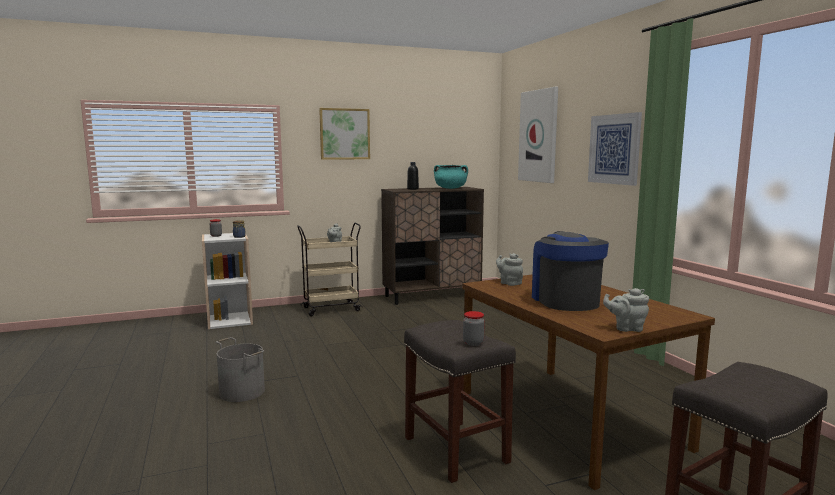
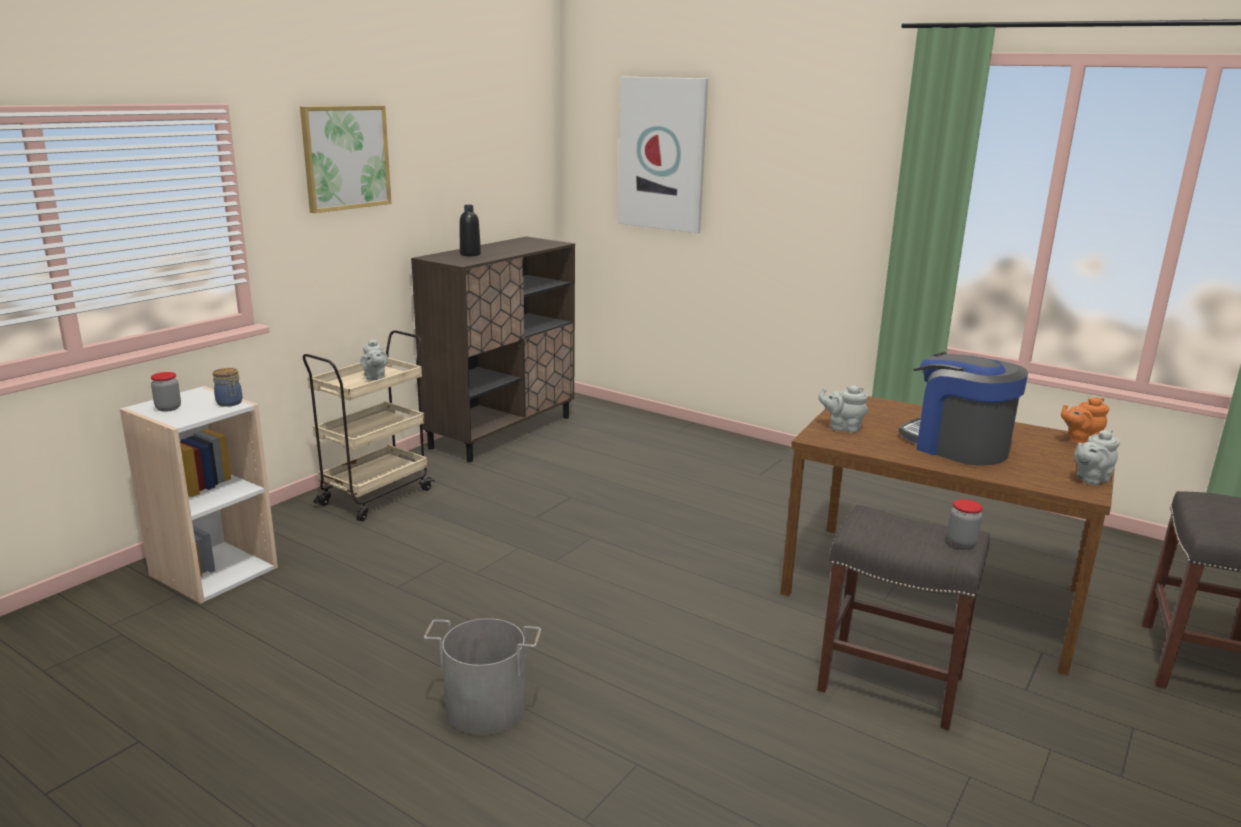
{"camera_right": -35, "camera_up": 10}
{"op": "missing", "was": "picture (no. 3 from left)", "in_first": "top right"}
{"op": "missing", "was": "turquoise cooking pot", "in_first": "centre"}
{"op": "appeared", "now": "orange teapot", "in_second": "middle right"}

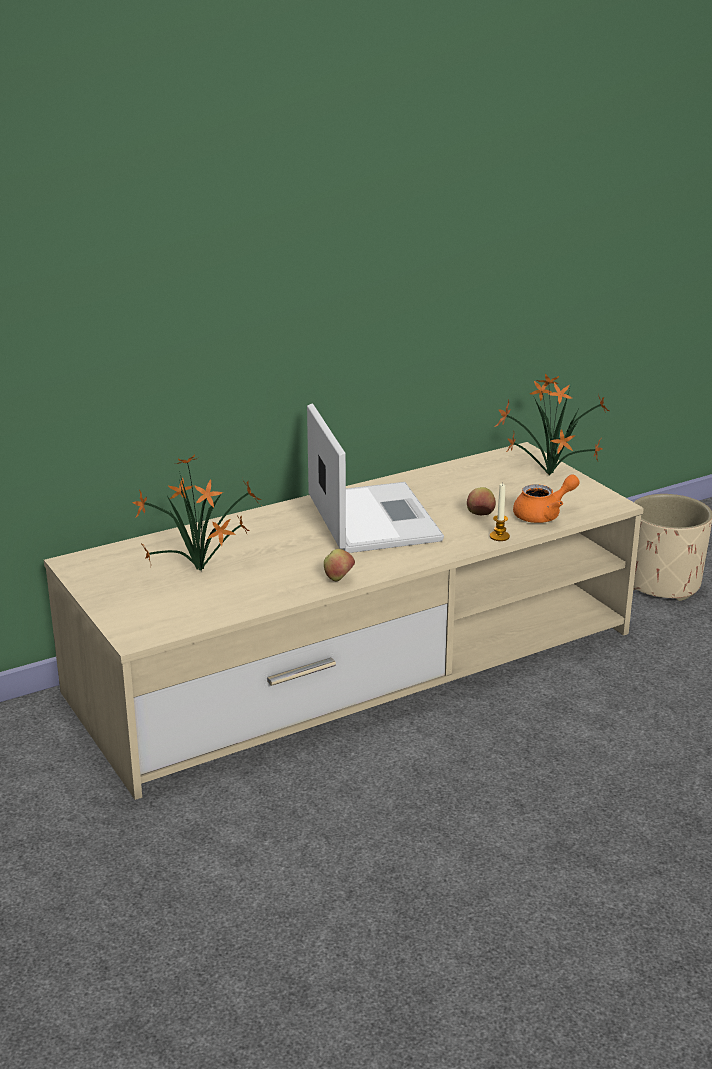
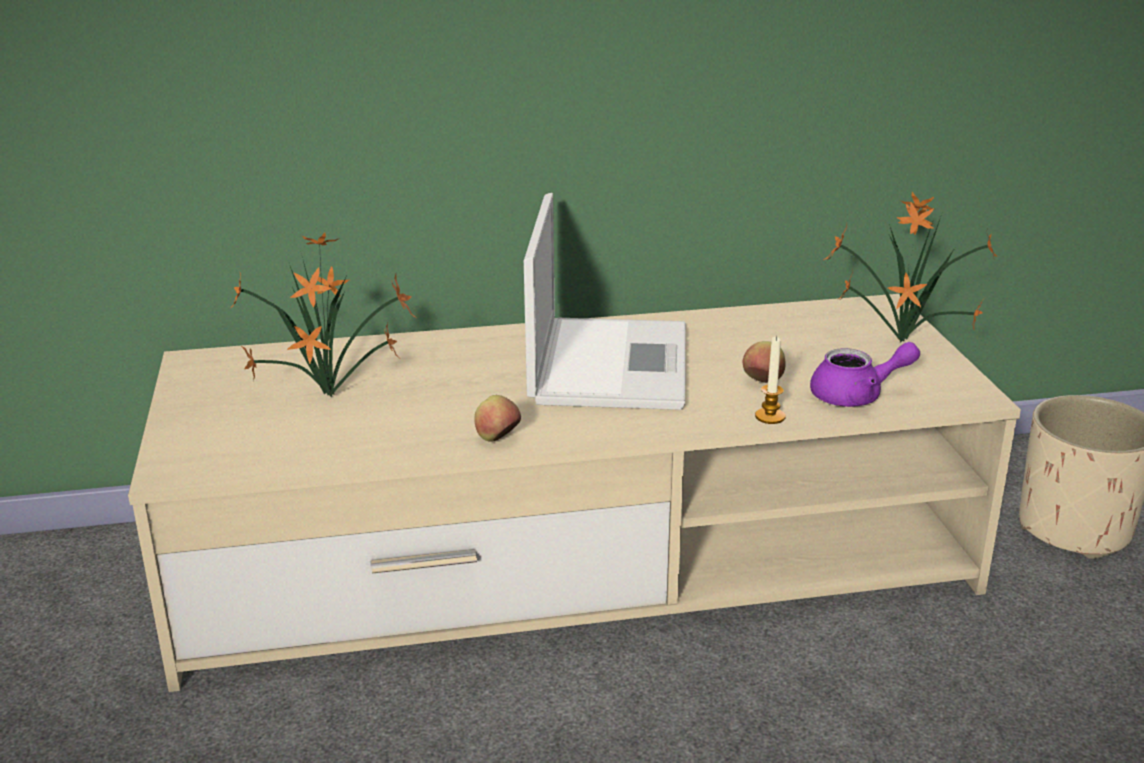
{"camera_right": 20, "camera_up": 0}
{"op": "colour", "was": "orange teapot", "now": "purple teapot", "in_first": "middle right", "in_second": "middle right"}

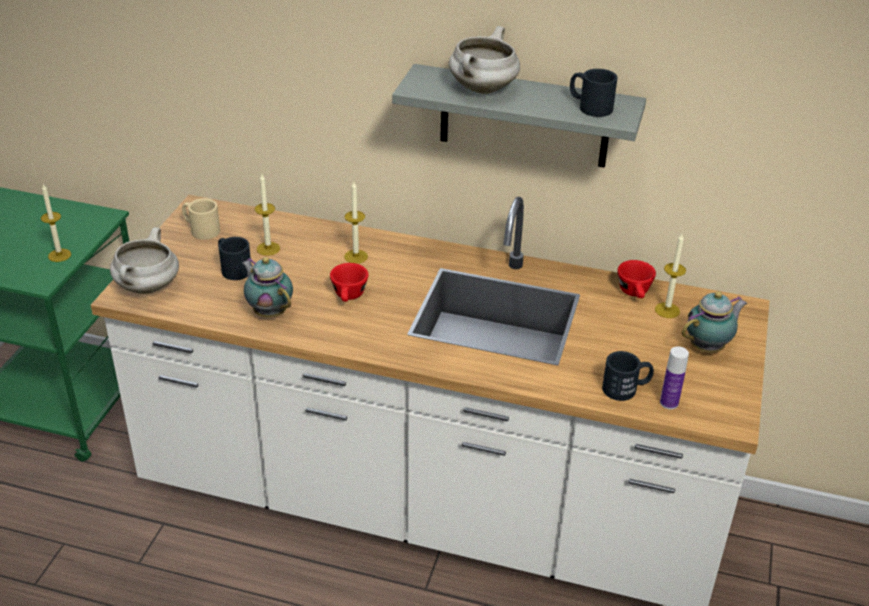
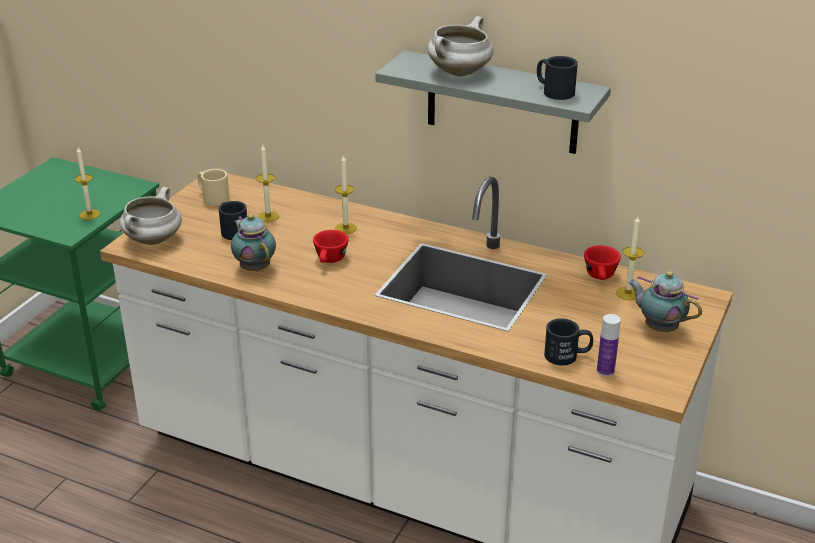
{"camera_right": 10, "camera_up": -5}
{"op": "spun", "was": "teapot (no. 2 from left)", "in_first": "middle right", "in_second": "middle right", "clockwise": -120}

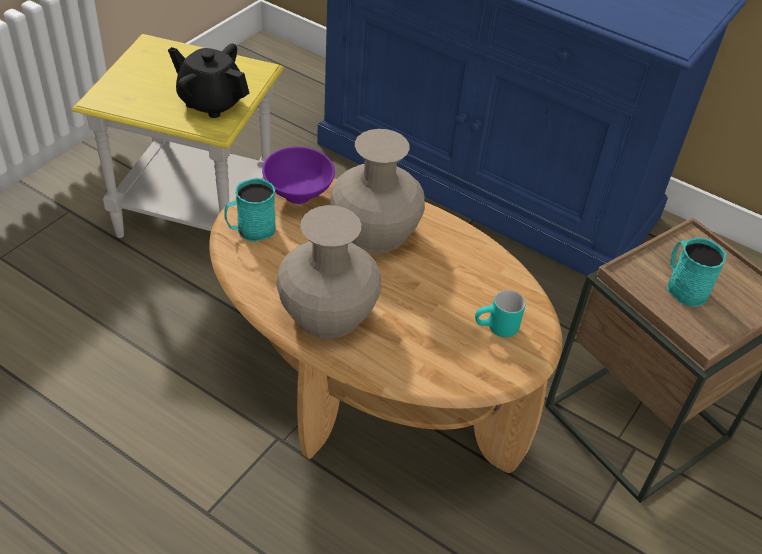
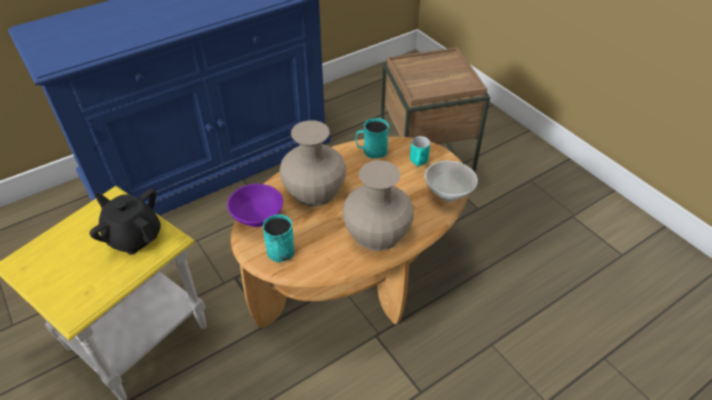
{"camera_right": -65, "camera_up": 0}
{"op": "spun", "was": "black teapot", "in_first": "top left", "in_second": "middle left", "clockwise": 75}
{"op": "relocated", "was": "turquoise mug (no. 3 from left in the first image)", "now": "turquoise mug (no. 2 from left)", "in_first": "middle right", "in_second": "centre"}
{"op": "appeared", "now": "white bowl", "in_second": "centre"}

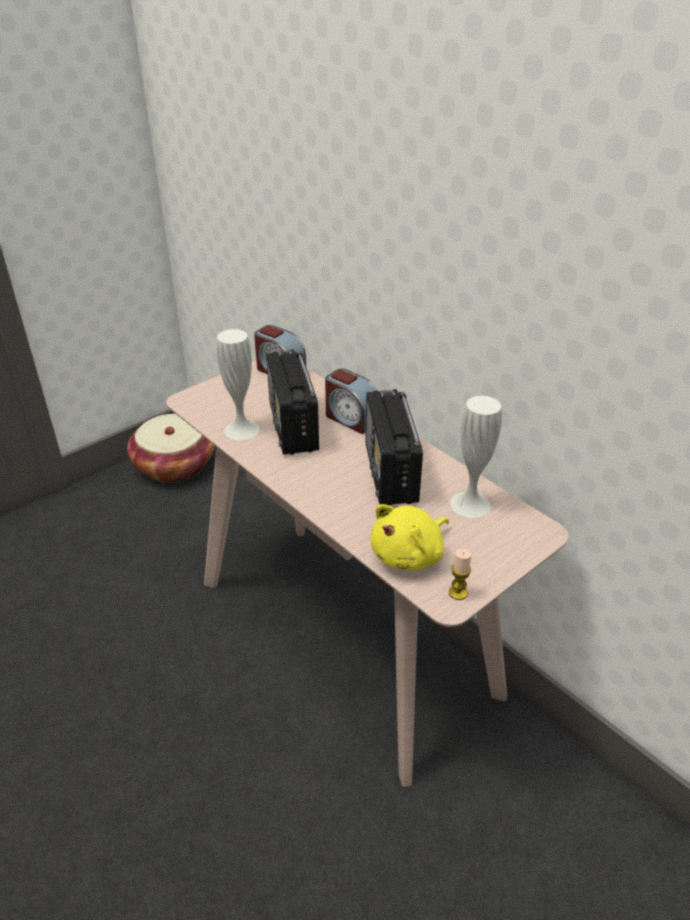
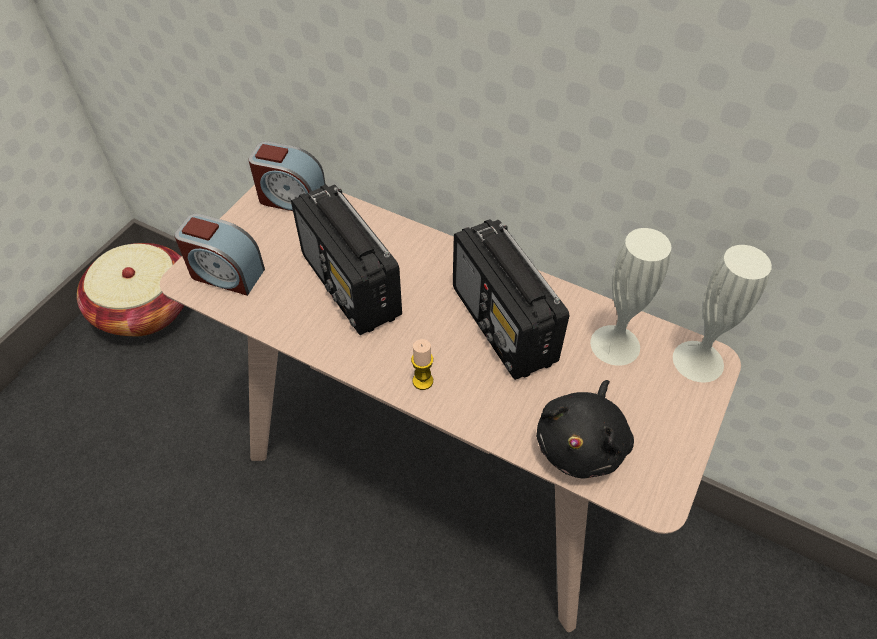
{"camera_right": -20, "camera_up": 15}
{"op": "relocated", "was": "white vase (no. 1 from left in the first image)", "now": "white vase (no. 2 from left)", "in_first": "centre", "in_second": "middle right"}
{"op": "relocated", "was": "alarm clock (no. 2 from left in the first image)", "now": "alarm clock (no. 1 from left)", "in_first": "centre", "in_second": "middle left"}
{"op": "colour", "was": "yellow plush toy", "now": "black plush toy", "in_first": "centre", "in_second": "bottom right"}
{"op": "relocated", "was": "candle", "in_first": "middle right", "in_second": "centre"}

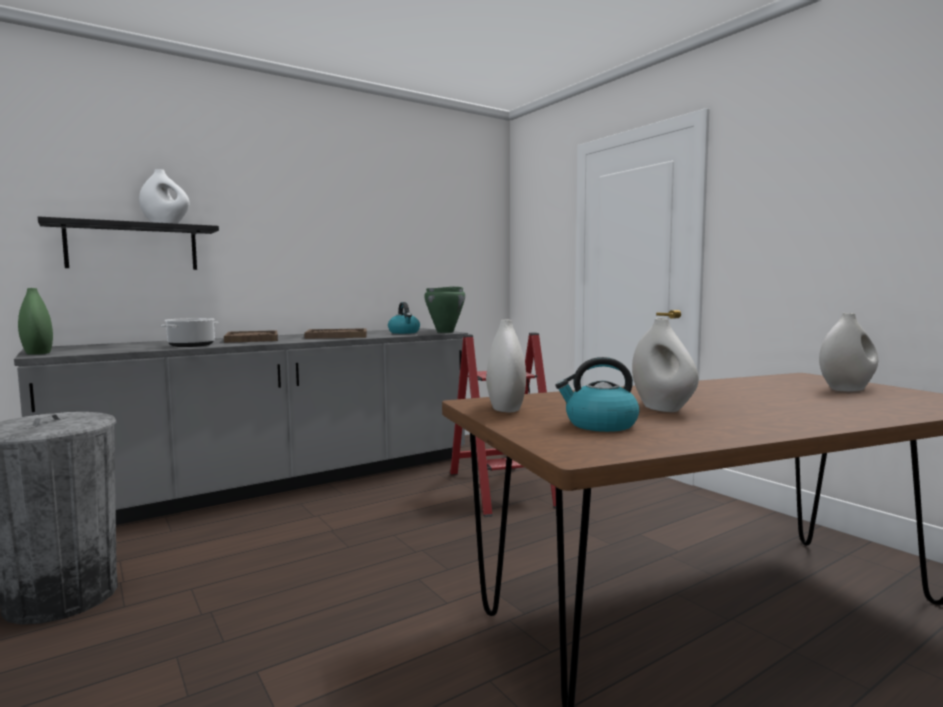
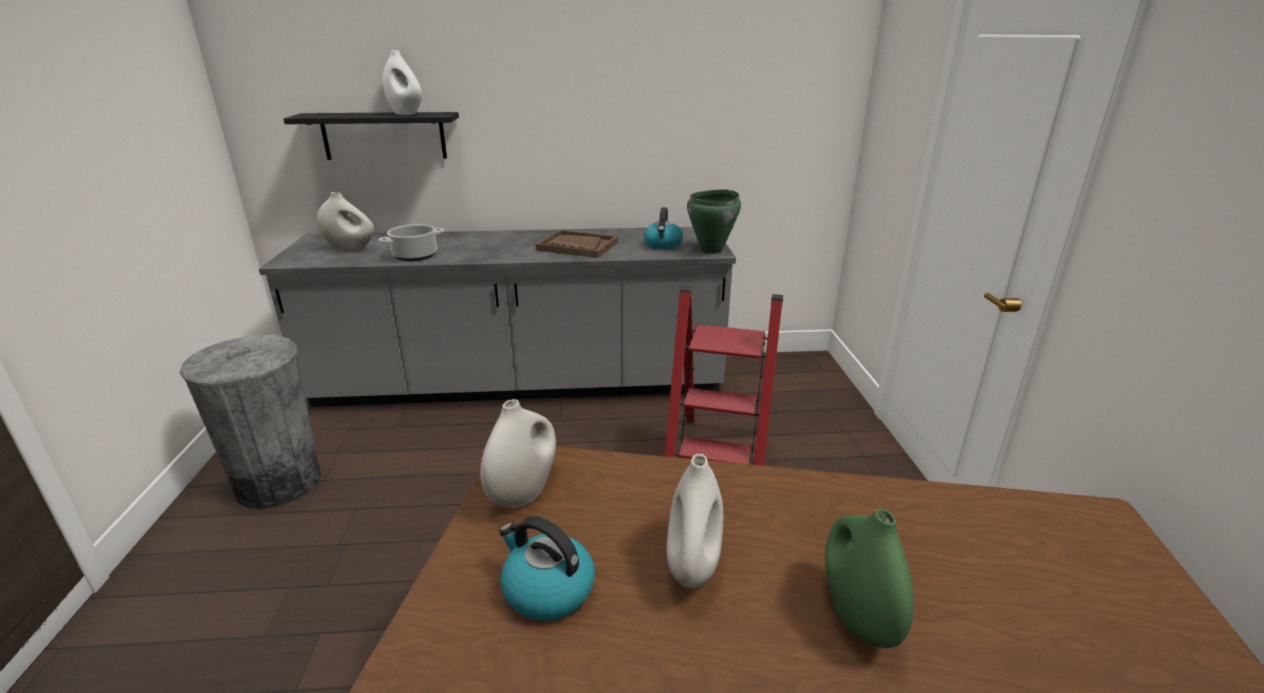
{"camera_right": 30, "camera_up": 20}
{"op": "relocated", "was": "green vase", "in_first": "middle left", "in_second": "bottom right"}
{"op": "relocated", "was": "white vase (no. 4 from left in the first image)", "now": "white vase (no. 1 from left)", "in_first": "middle right", "in_second": "top left"}
{"op": "missing", "was": "brown tray (no. 1 from left)", "in_first": "middle left"}

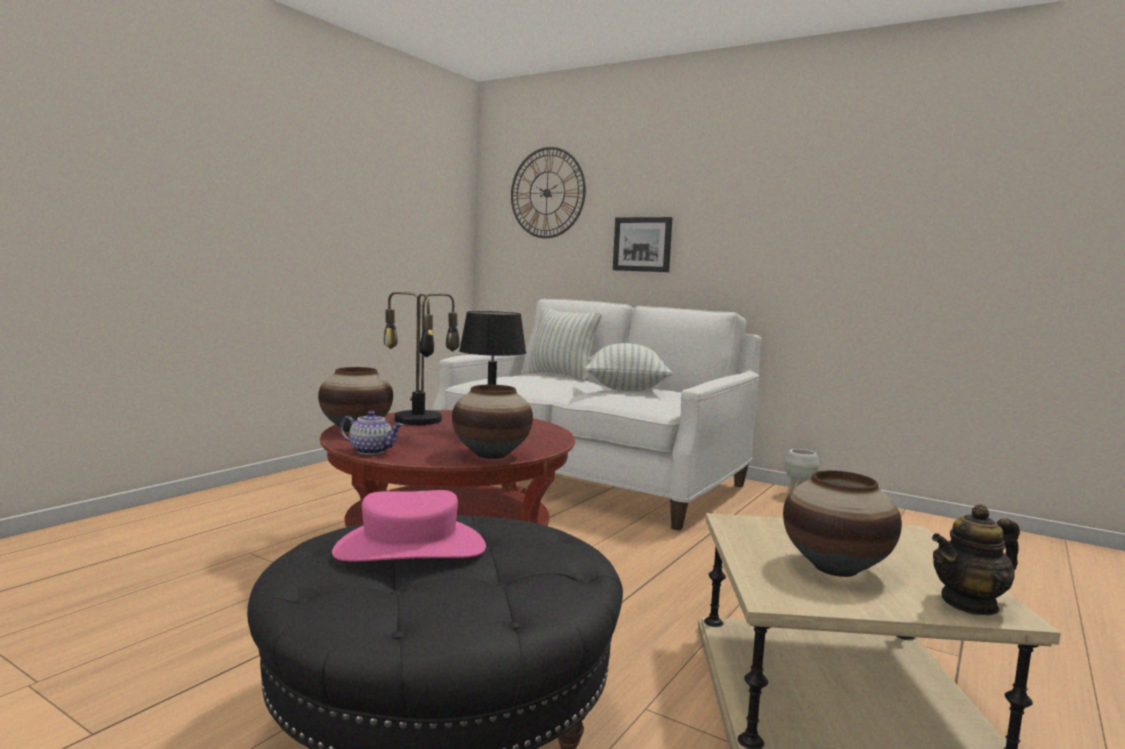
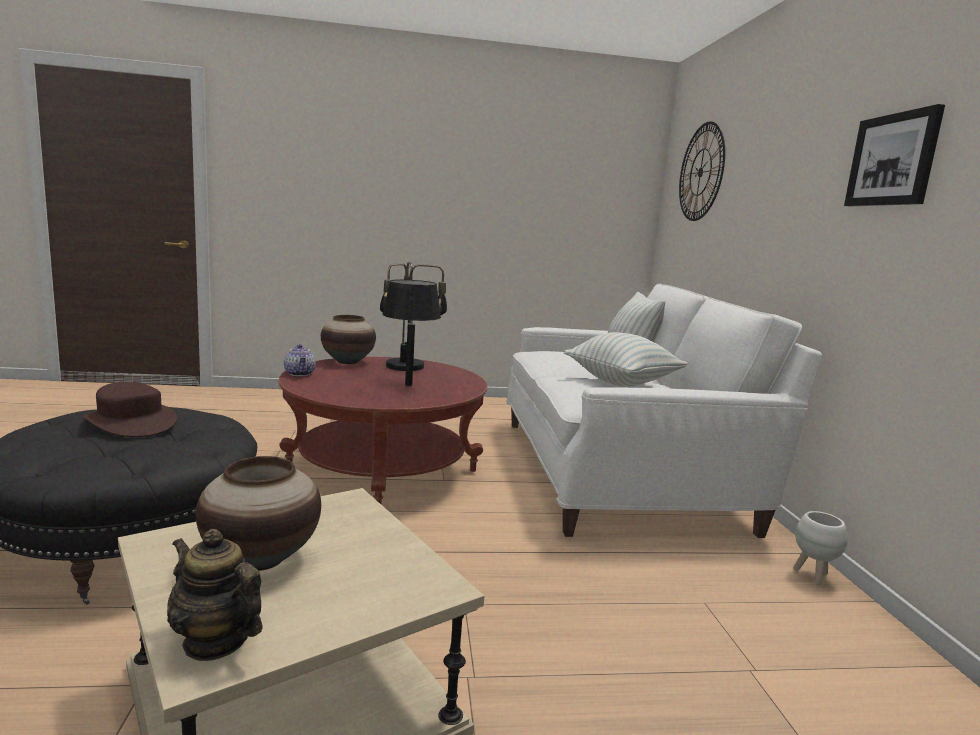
{"camera_right": 50, "camera_up": 5}
{"op": "relocated", "was": "picture", "in_first": "top centre", "in_second": "top right"}
{"op": "missing", "was": "vase (no. 2 from left)", "in_first": "centre"}
{"op": "colour", "was": "pink hat", "now": "brown hat", "in_first": "bottom centre", "in_second": "middle left"}

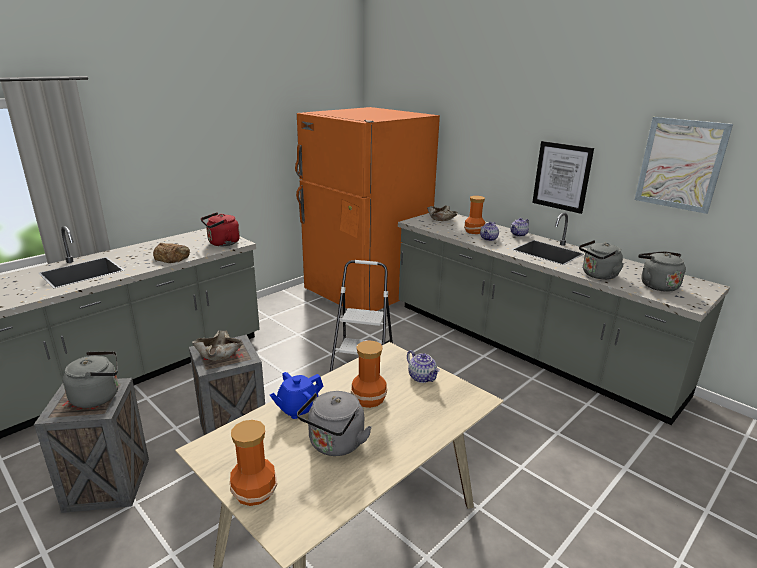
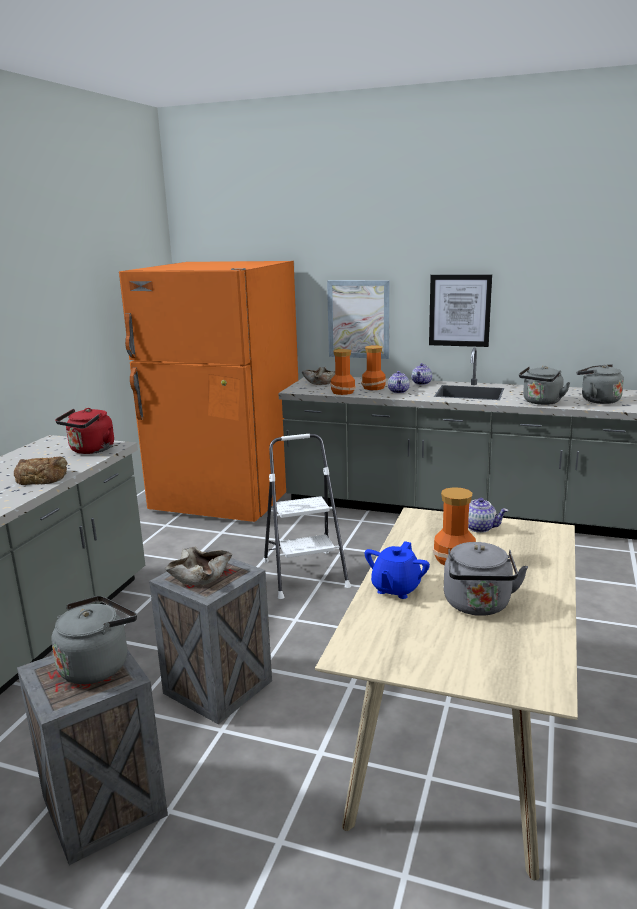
{"camera_right": -25, "camera_up": -5}
{"op": "relocated", "was": "picture (no. 2 from left in the first image)", "now": "picture (no. 1 from left)", "in_first": "top right", "in_second": "centre"}
{"op": "relocated", "was": "vase (no. 1 from left)", "in_first": "bottom centre", "in_second": "centre"}

